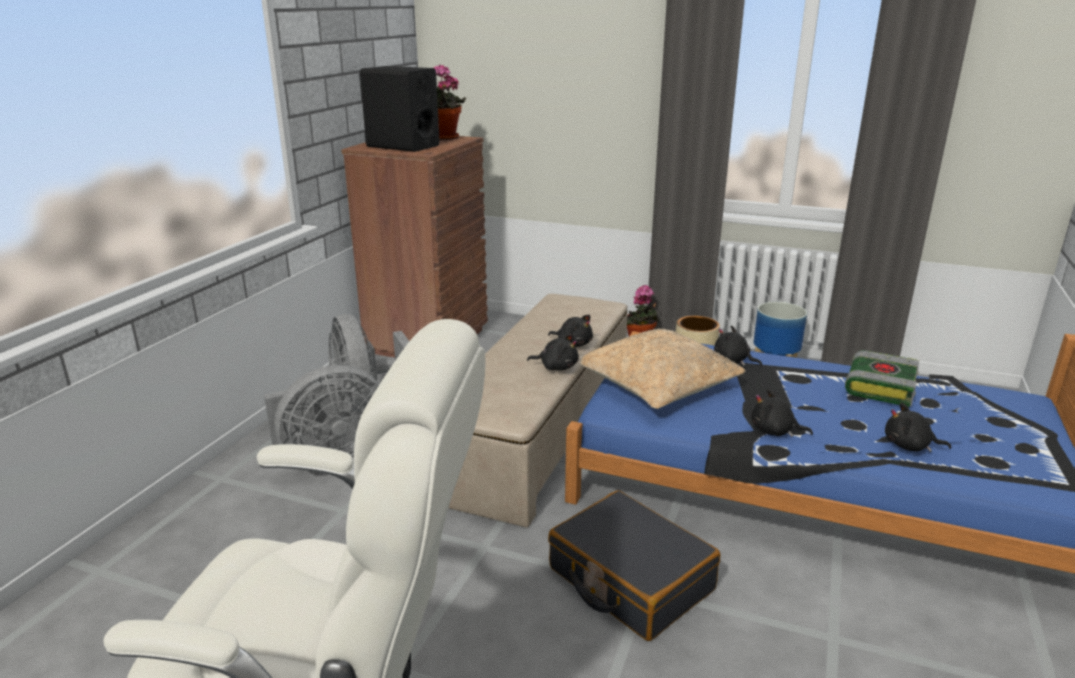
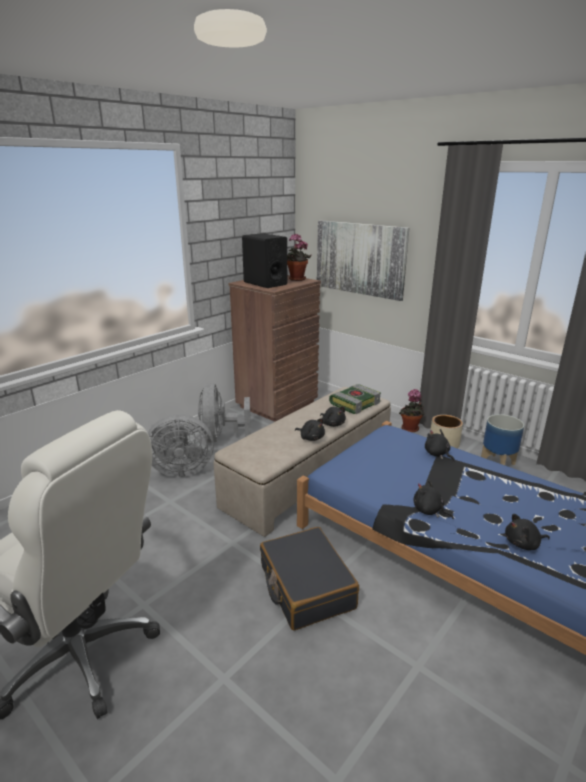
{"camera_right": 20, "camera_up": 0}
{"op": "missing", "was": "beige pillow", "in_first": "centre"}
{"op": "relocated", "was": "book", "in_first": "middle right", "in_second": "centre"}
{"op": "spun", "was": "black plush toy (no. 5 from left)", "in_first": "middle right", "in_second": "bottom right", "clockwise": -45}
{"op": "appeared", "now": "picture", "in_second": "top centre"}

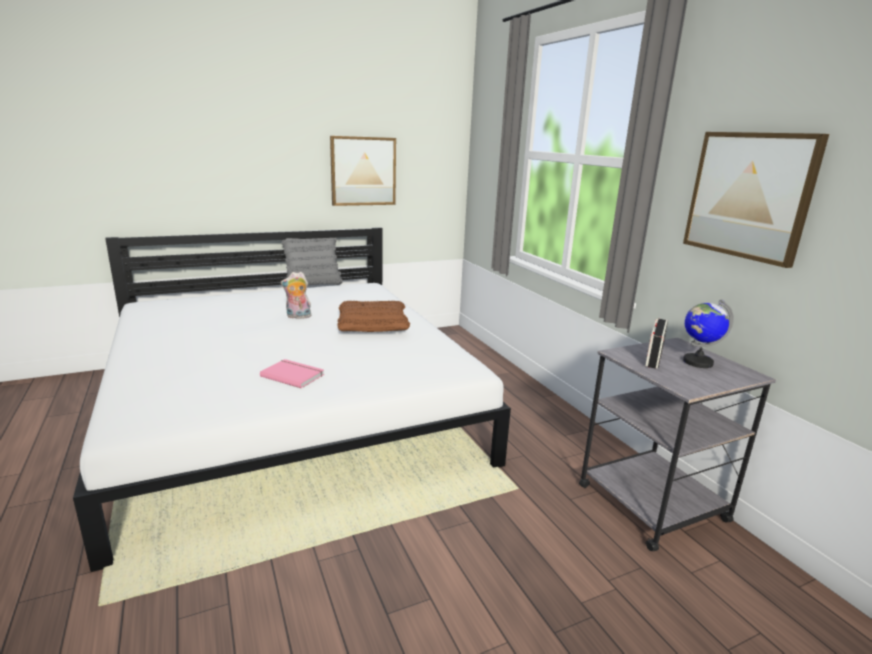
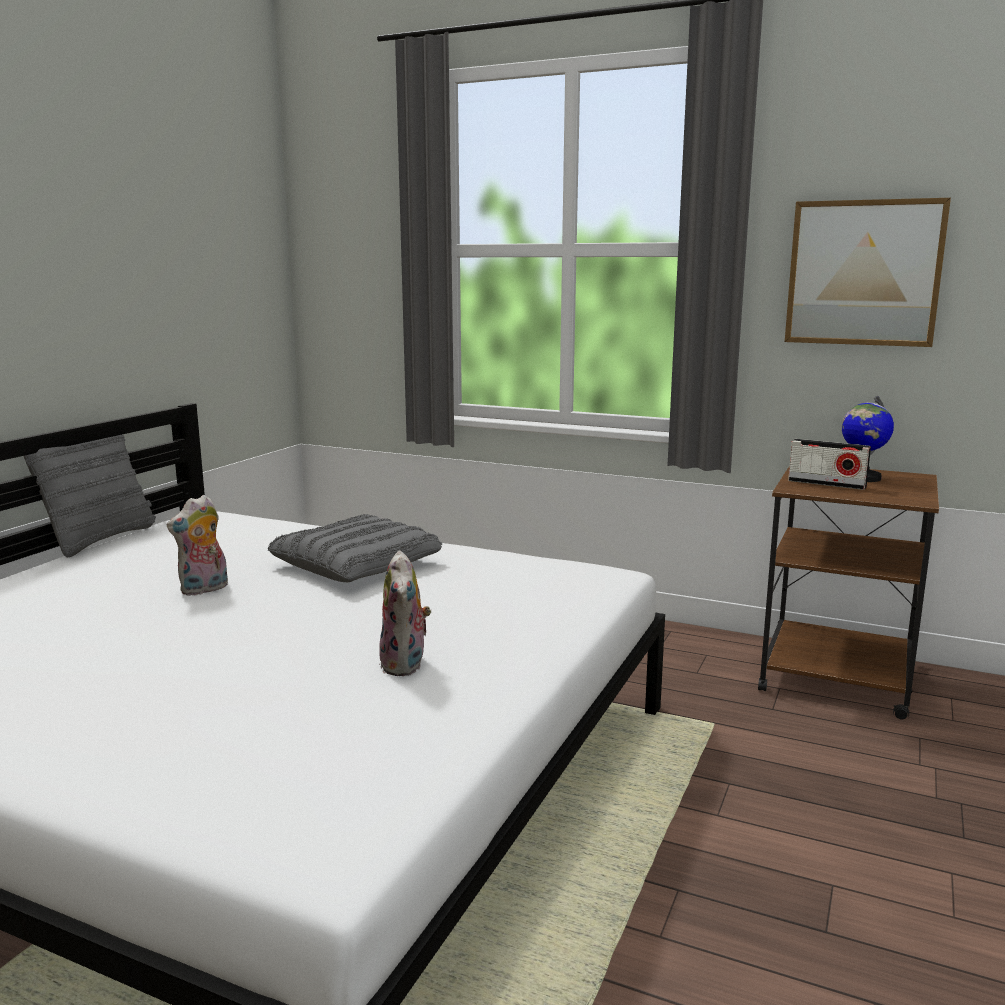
{"camera_right": -40, "camera_up": -5}
{"op": "missing", "was": "picture (no. 1 from left)", "in_first": "top centre"}
{"op": "colour", "was": "brown pillow", "now": "grey pillow (no. 2 from left)", "in_first": "centre", "in_second": "centre"}
{"op": "spun", "was": "radio", "in_first": "middle right", "in_second": "middle right", "clockwise": -45}
{"op": "colour", "was": "grey cart", "now": "brown cart", "in_first": "bottom right", "in_second": "middle right"}
{"op": "exchanged", "was": "pink book", "now": "plush toy (no. 2 from left)", "in_first": "centre", "in_second": "centre"}

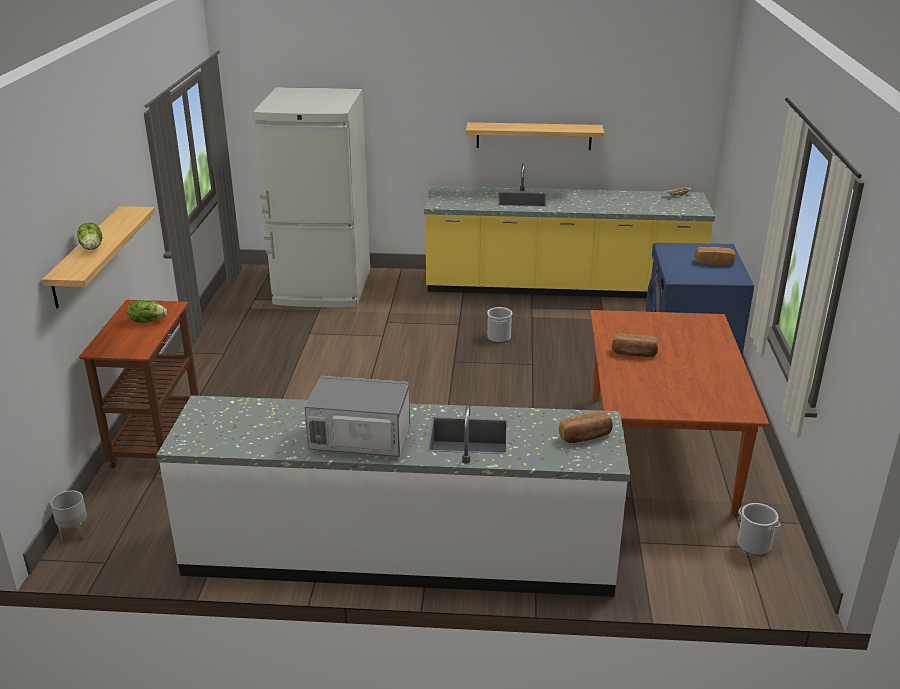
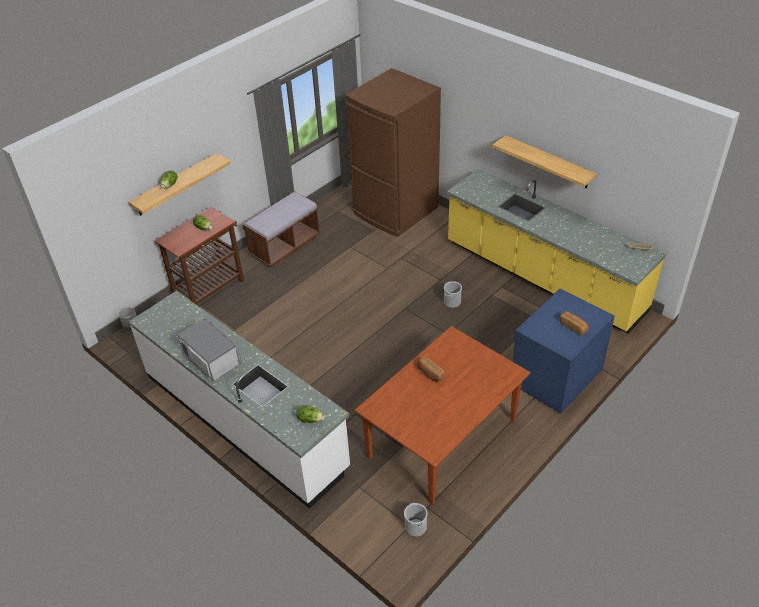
{"camera_right": 40, "camera_up": 15}
{"op": "colour", "was": "white fridge", "now": "brown fridge", "in_first": "top centre", "in_second": "top centre"}
{"op": "exchanged", "was": "bread (no. 1 from left)", "now": "lettuce (no. 3 from left)", "in_first": "centre", "in_second": "bottom centre"}
{"op": "appeared", "now": "brown bench", "in_second": "centre"}

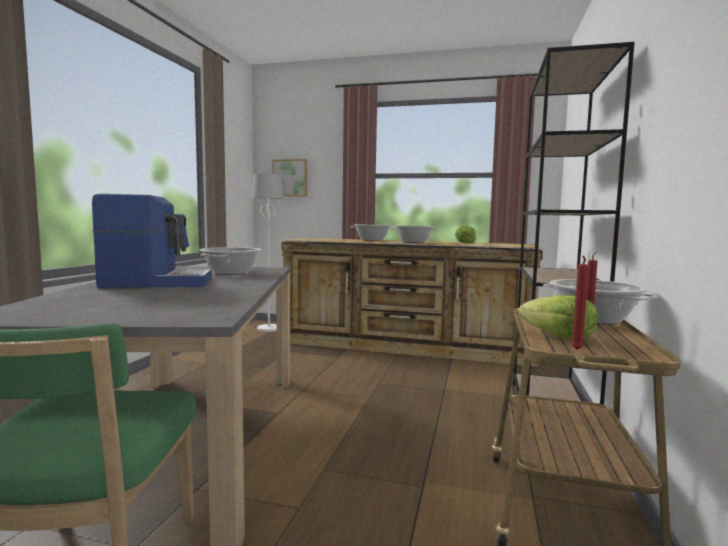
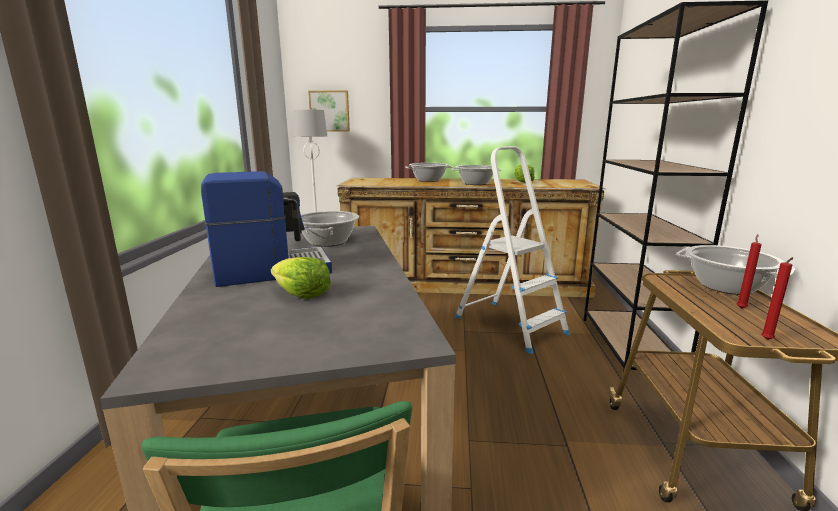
{"camera_right": -10, "camera_up": 10}
{"op": "relocated", "was": "lettuce (no. 2 from left in the first image)", "now": "lettuce (no. 1 from left)", "in_first": "middle right", "in_second": "centre"}
{"op": "appeared", "now": "white step ladder", "in_second": "centre"}

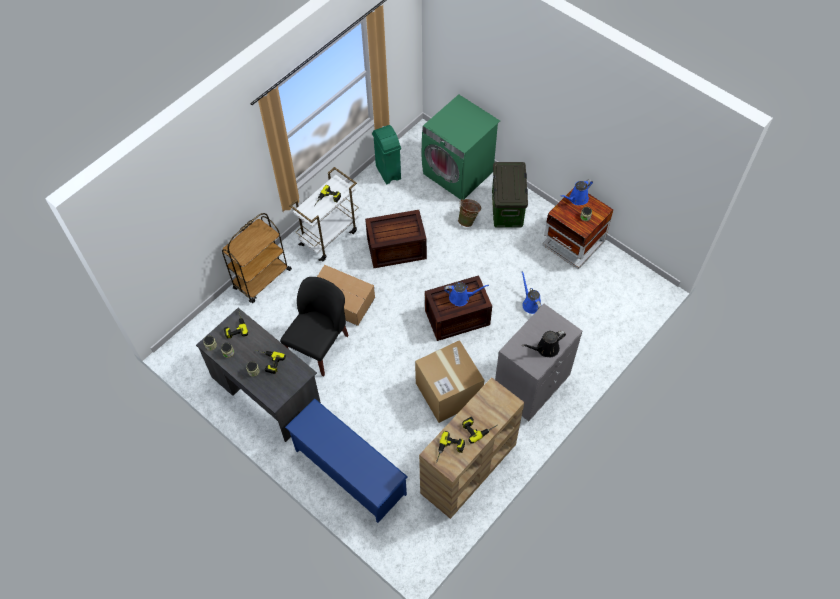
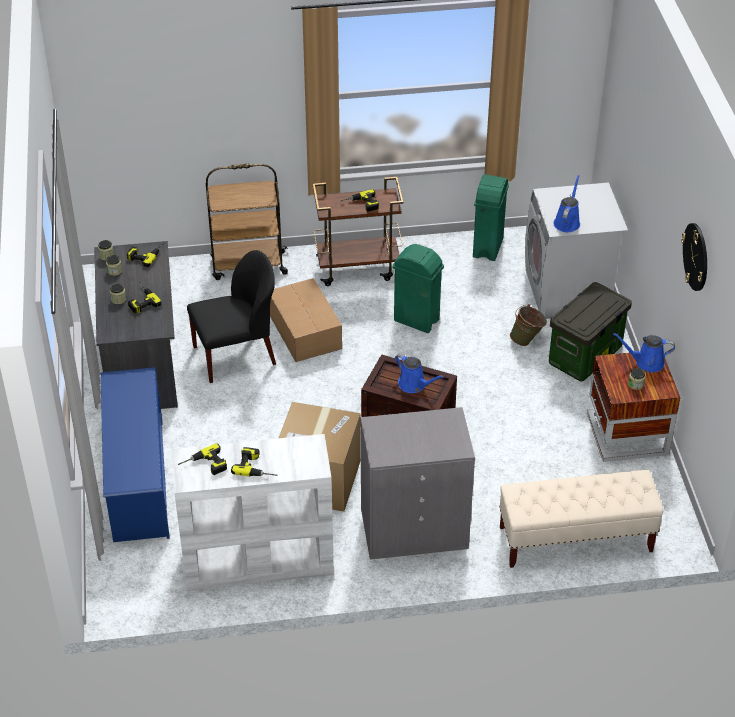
{"camera_right": 40, "camera_up": -15}
{"op": "colour", "was": "green washing machine", "now": "white washing machine", "in_first": "top centre", "in_second": "middle right"}
{"op": "colour", "was": "white cart", "now": "brown cart (no. 2 from left)", "in_first": "centre", "in_second": "top centre"}
{"op": "exchanged", "was": "crate (no. 1 from left)", "now": "green trash can (no. 1 from left)", "in_first": "centre", "in_second": "centre"}
{"op": "relocated", "was": "blue watering can (no. 2 from left)", "in_first": "centre", "in_second": "top right"}
{"op": "missing", "was": "black watering can", "in_first": "centre"}
{"op": "colour", "was": "brown bookcase", "now": "white bookcase", "in_first": "bottom centre", "in_second": "bottom centre"}
{"op": "appeared", "now": "wall clock", "in_second": "middle right"}
{"op": "appeared", "now": "beige bench", "in_second": "bottom right"}

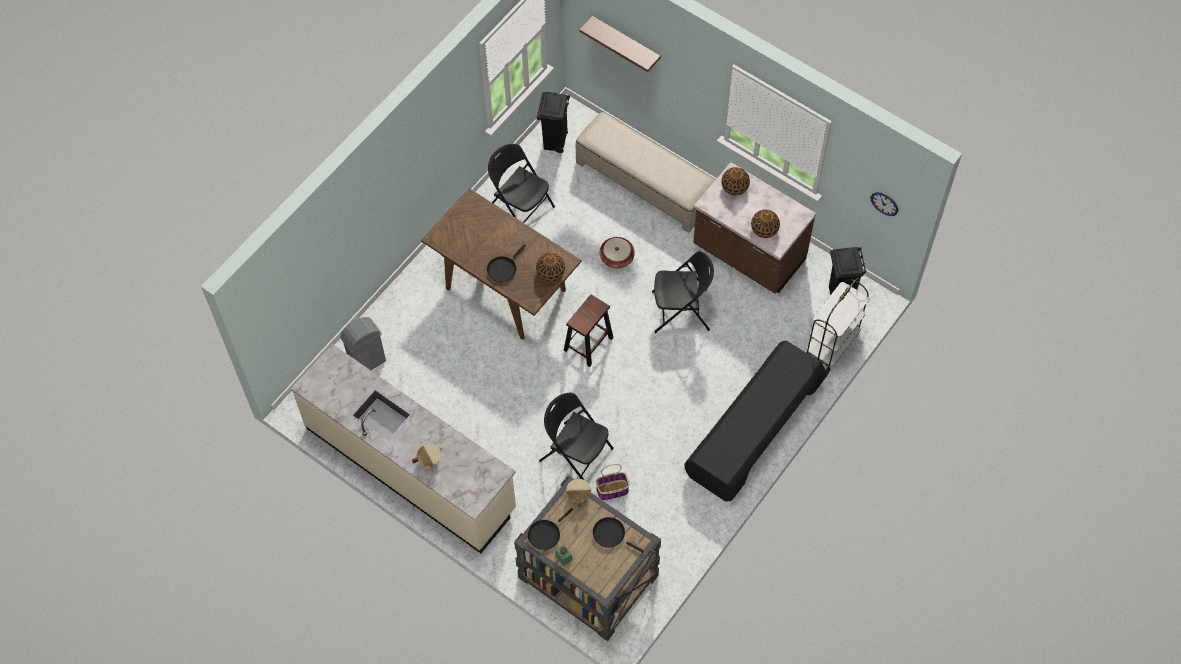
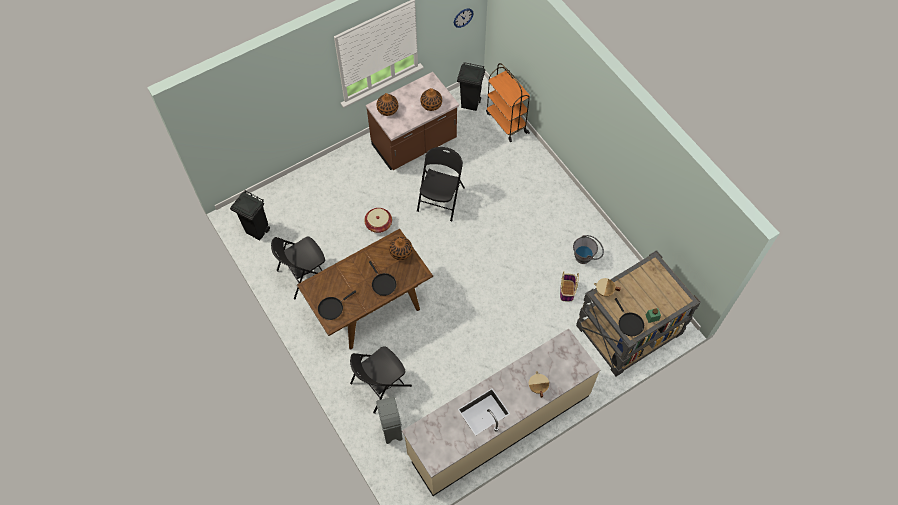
{"camera_right": -70, "camera_up": 0}
{"op": "missing", "was": "shelf", "in_first": "top centre"}
{"op": "missing", "was": "beige bench", "in_first": "top centre"}
{"op": "colour", "was": "white cart", "now": "orange cart", "in_first": "middle right", "in_second": "top centre"}
{"op": "missing", "was": "brown stool", "in_first": "centre"}
{"op": "missing", "was": "black bench", "in_first": "centre"}
{"op": "relocated", "was": "black chair (no. 2 from left)", "in_first": "centre", "in_second": "bottom centre"}
{"op": "relocated", "was": "black frying pan (no. 3 from left in the first image)", "now": "black frying pan (no. 1 from left)", "in_first": "bottom centre", "in_second": "centre"}
{"op": "appeared", "now": "grey bucket", "in_second": "centre"}

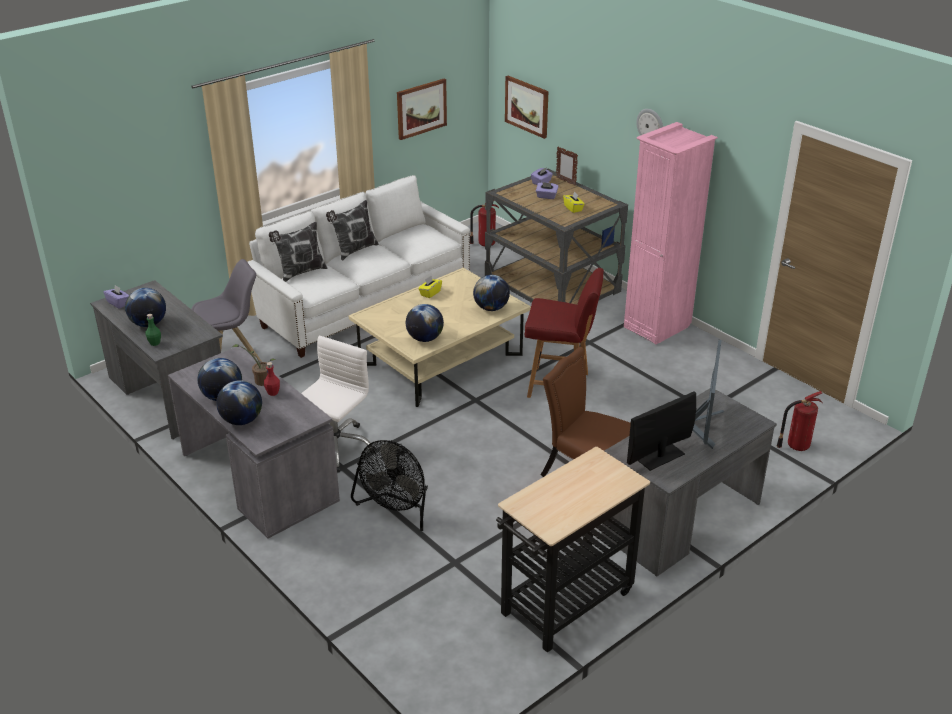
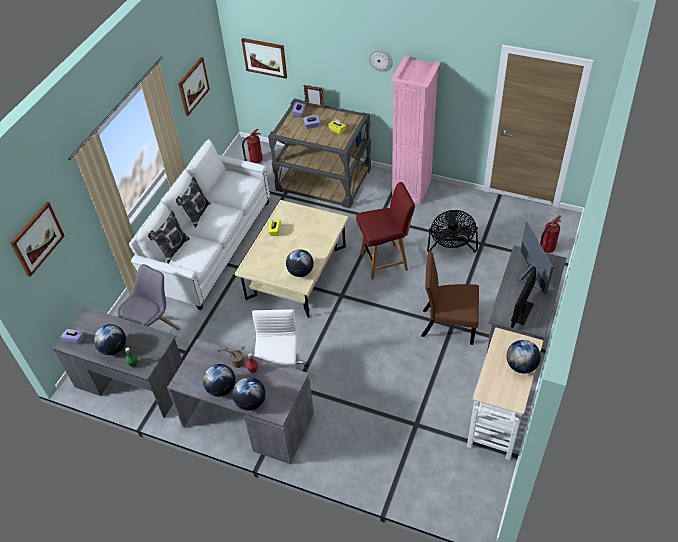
{"camera_right": -25, "camera_up": 15}
{"op": "relocated", "was": "globe (no. 5 from left)", "in_first": "centre", "in_second": "middle right"}
{"op": "relocated", "was": "black fan", "in_first": "bottom centre", "in_second": "middle right"}
{"op": "colour", "was": "black cart", "now": "white cart", "in_first": "bottom centre", "in_second": "bottom right"}
{"op": "appeared", "now": "picture (no. 1 from left)", "in_second": "middle left"}

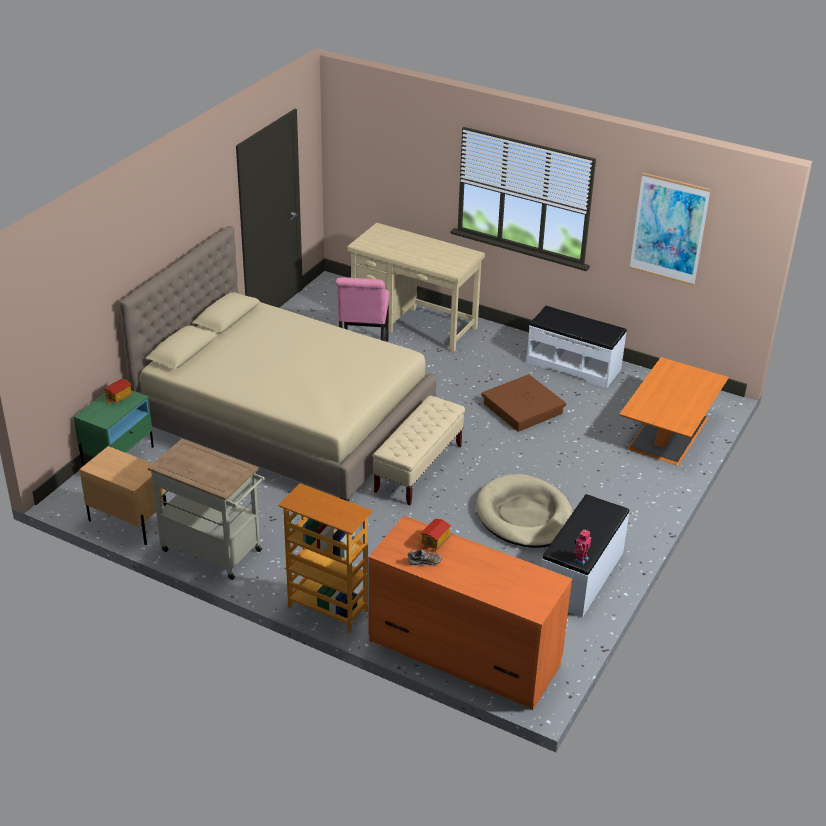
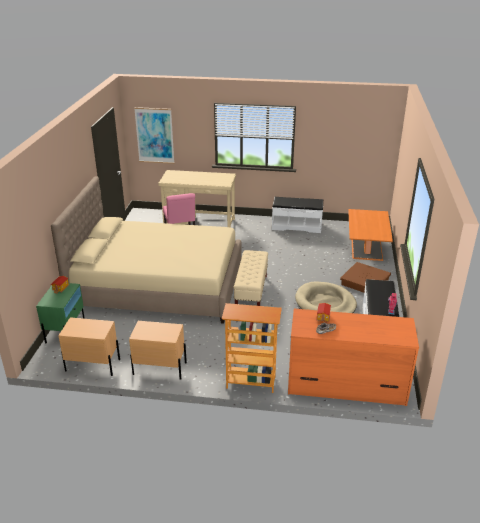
{"camera_right": -20, "camera_up": -5}
{"op": "relocated", "was": "picture", "in_first": "top right", "in_second": "top left"}
{"op": "relocated", "was": "brown storage box", "in_first": "centre", "in_second": "middle right"}
{"op": "exchanged", "was": "beige cart", "now": "beige nightstand (no. 2 from left)", "in_first": "middle left", "in_second": "bottom left"}

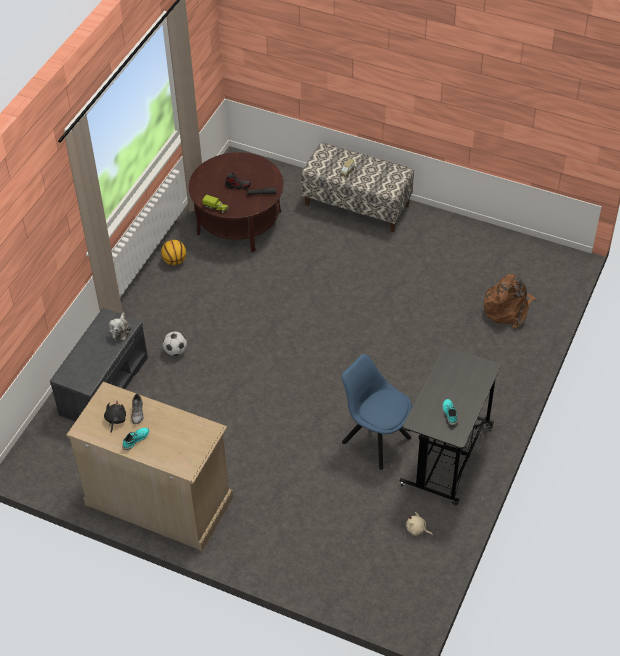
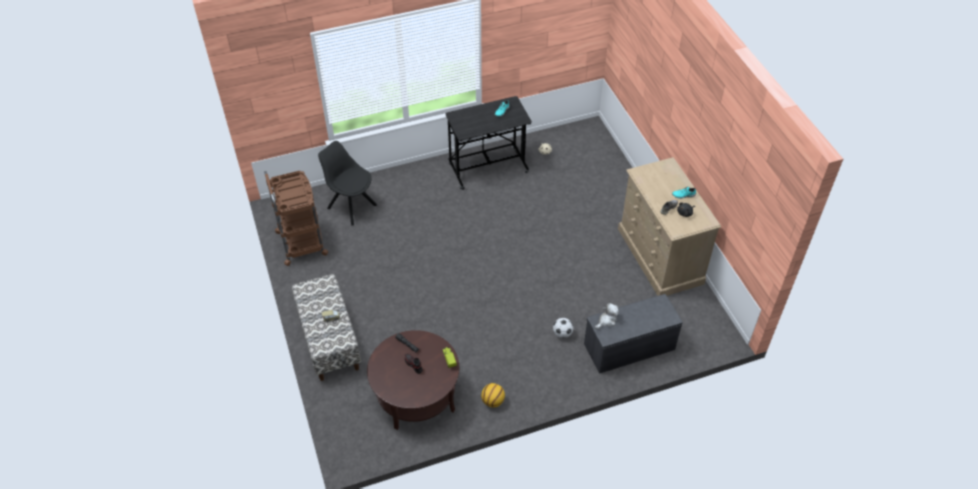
{"camera_right": -135, "camera_up": 0}
{"op": "exchanged", "was": "brown backpack", "now": "black chair", "in_first": "middle right", "in_second": "centre"}
{"op": "missing", "was": "blue chair", "in_first": "centre"}
{"op": "appeared", "now": "brown cart", "in_second": "middle left"}

